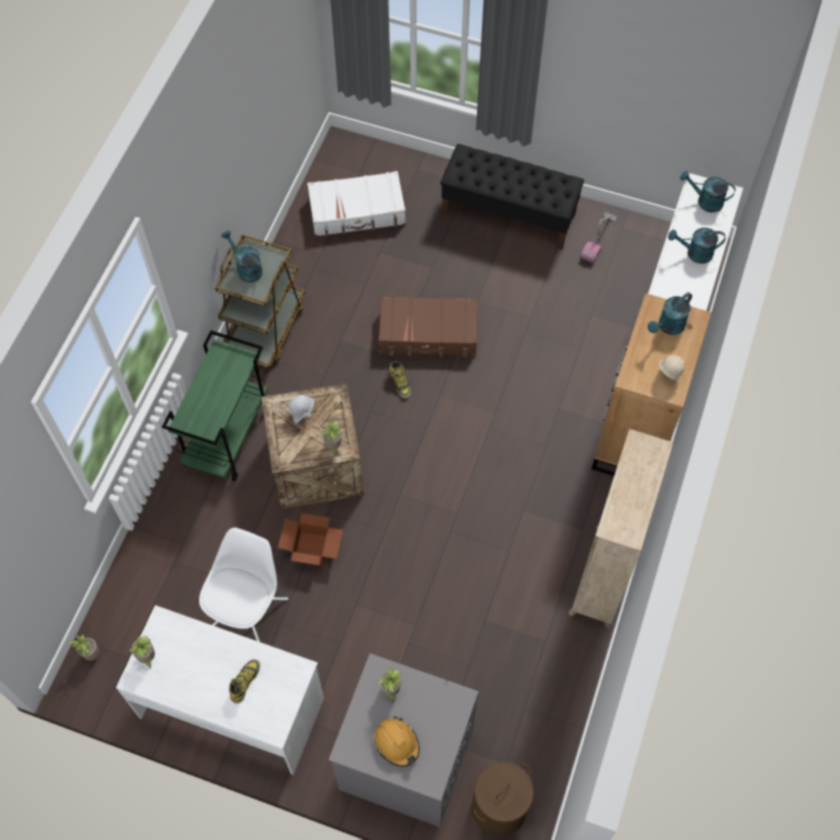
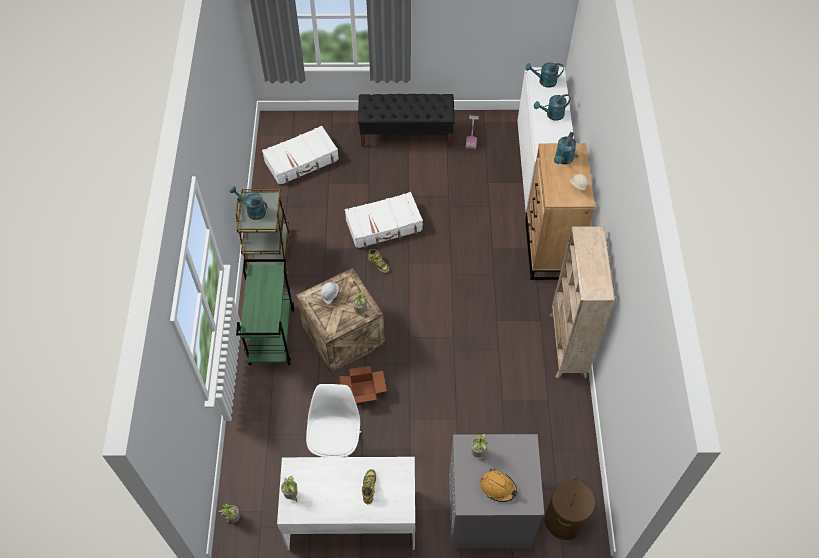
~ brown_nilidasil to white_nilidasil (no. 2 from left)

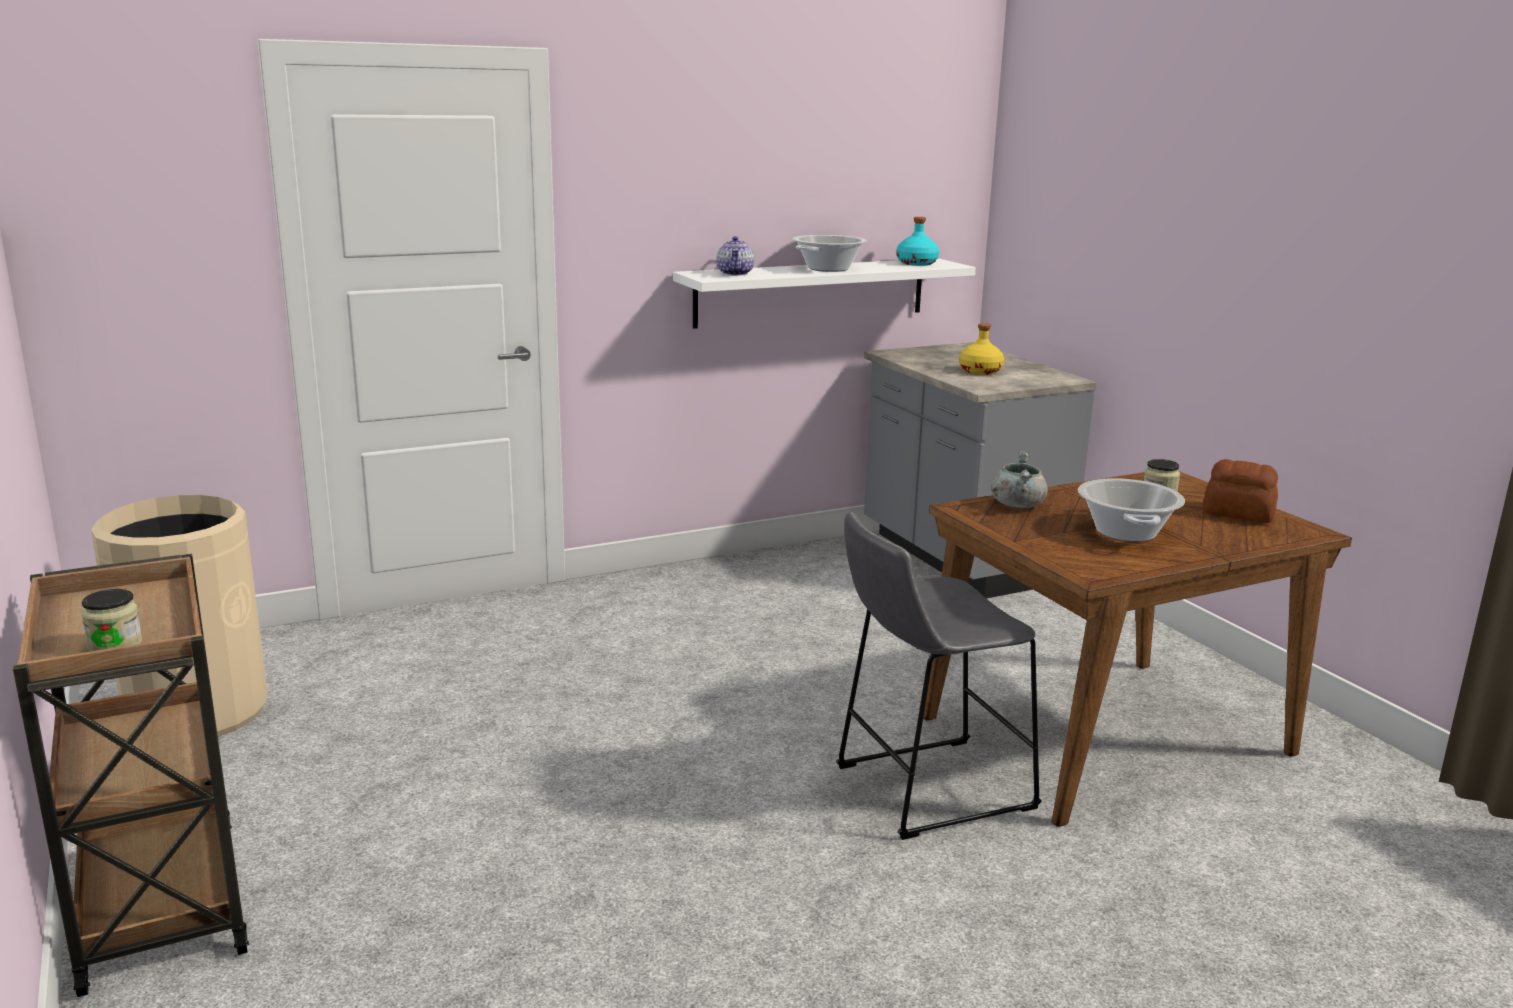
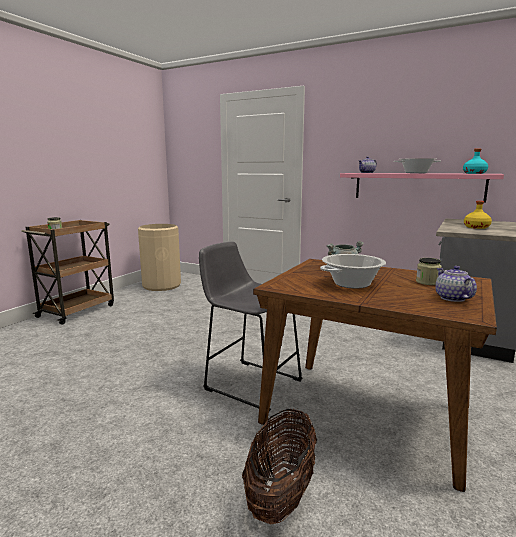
~ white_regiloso to pink_regiloso
~ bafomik to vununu (no. 2 from left)
+ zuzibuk

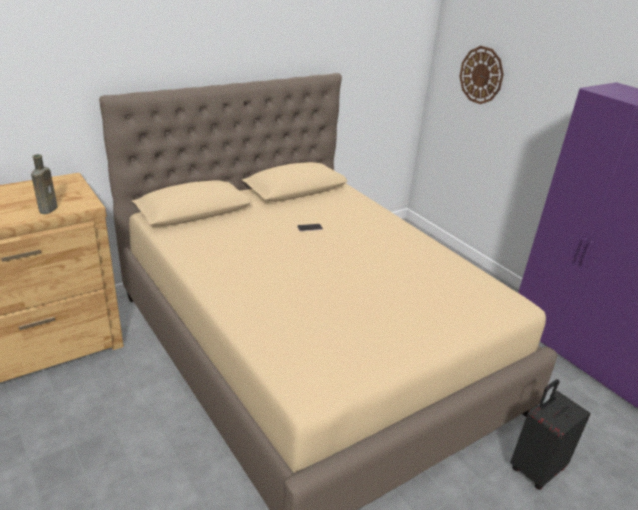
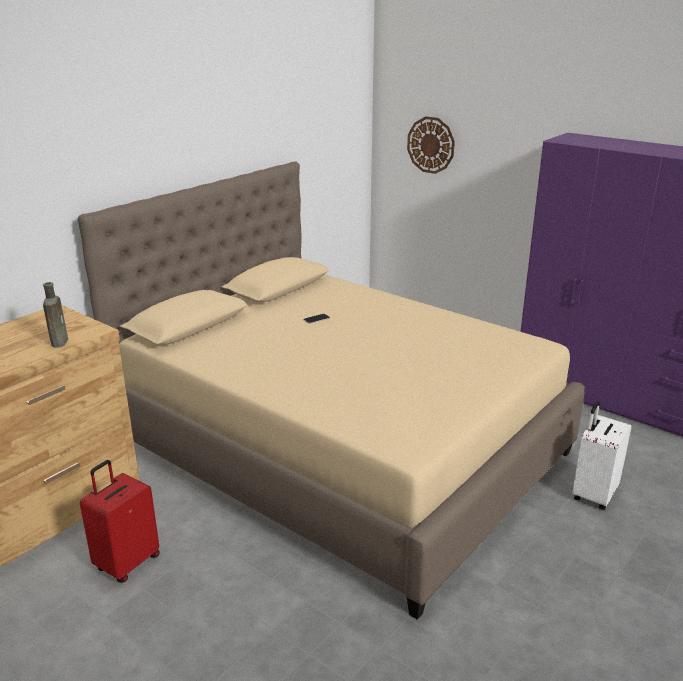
~ black_nilidasil to white_nilidasil
+ red_nilidasil

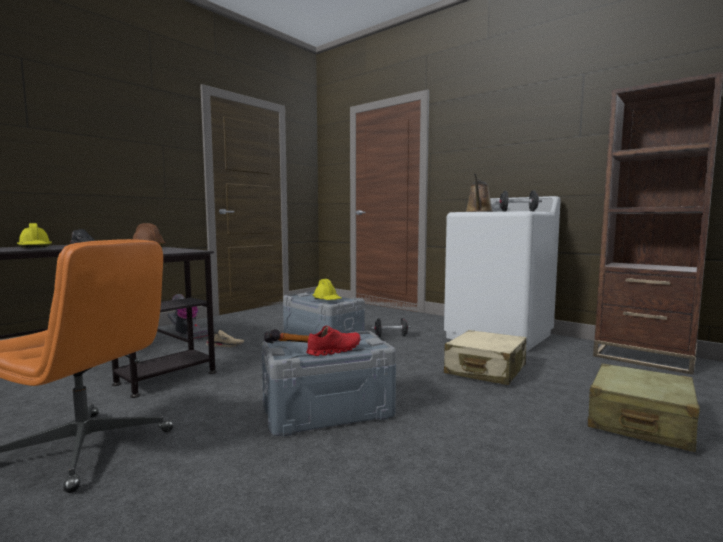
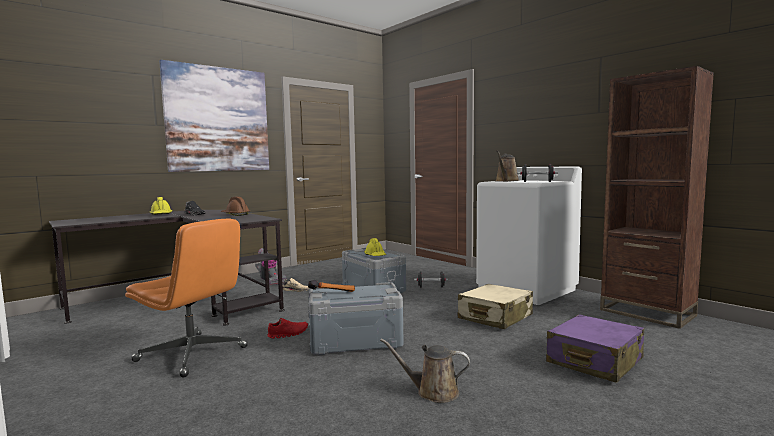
~ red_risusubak
~ beige_nilidasil (no. 2 from left) to purple_nilidasil
+ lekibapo
+ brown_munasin (no. 1 from left)

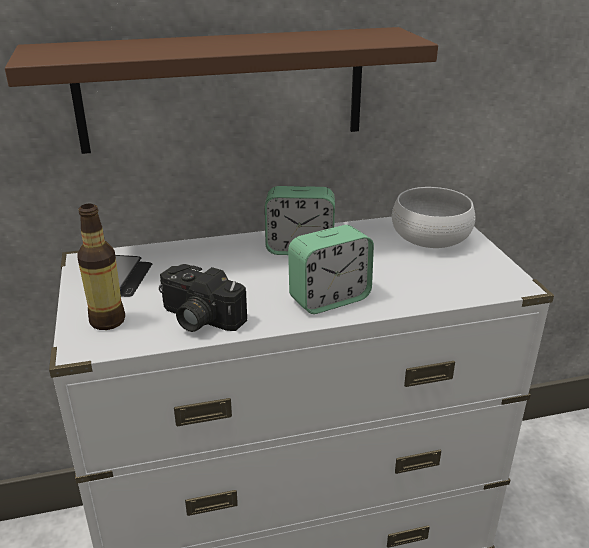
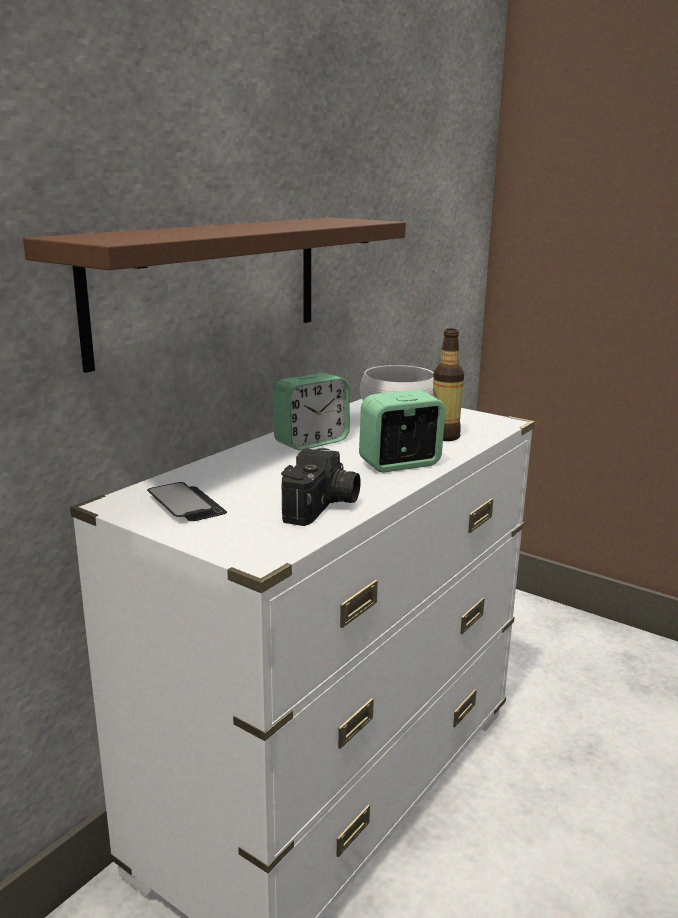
~ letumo
~ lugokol (no. 2 from left) 135 degrees counterclockwise
~ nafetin 60 degrees counterclockwise

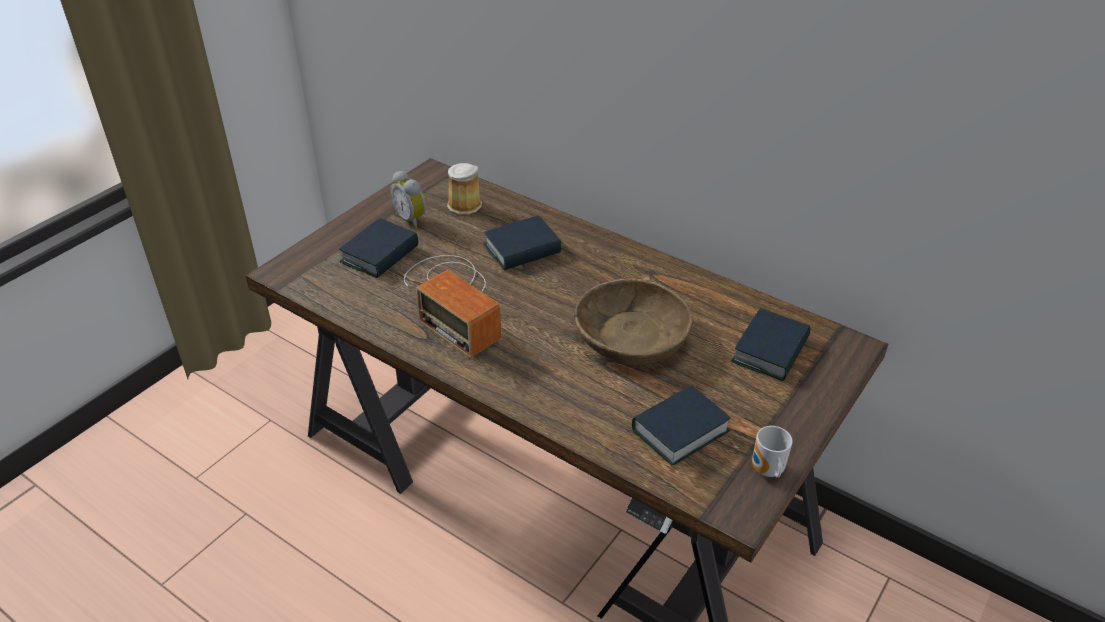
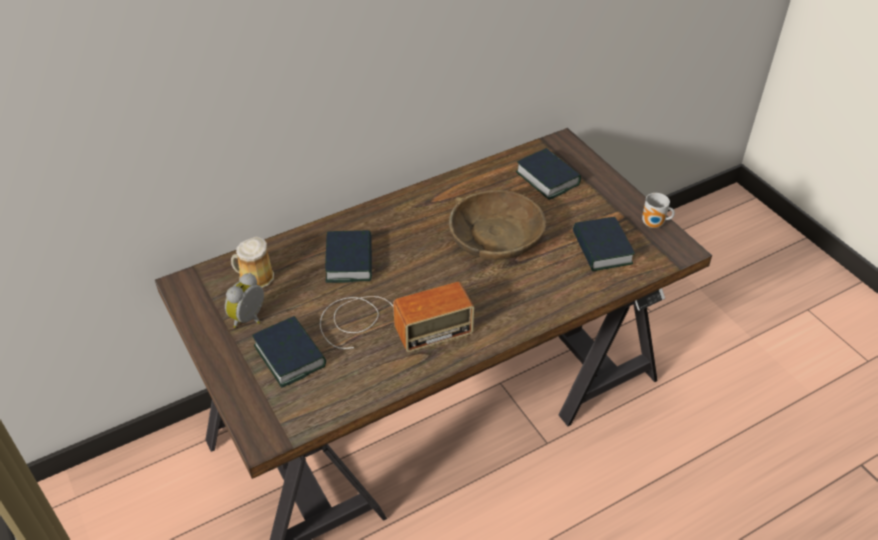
~ lugokol 135 degrees clockwise

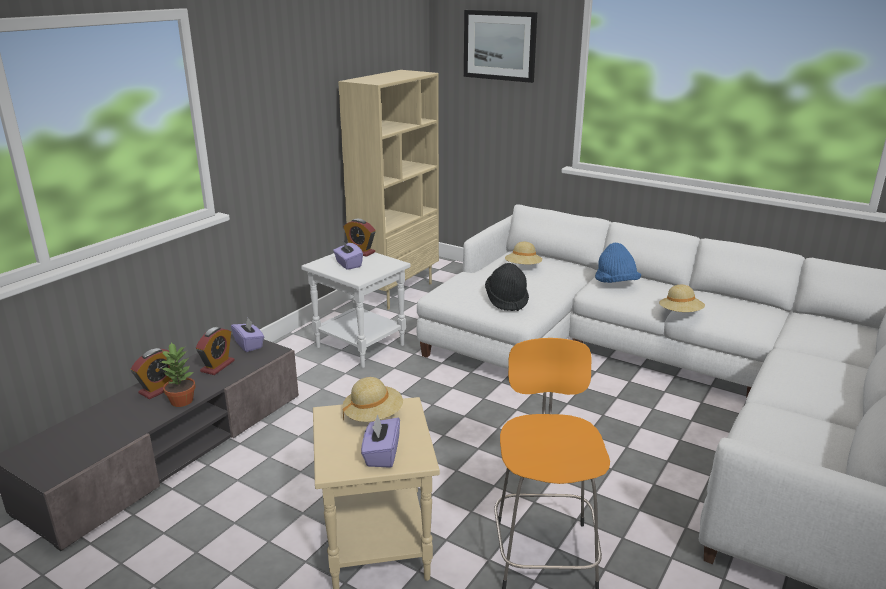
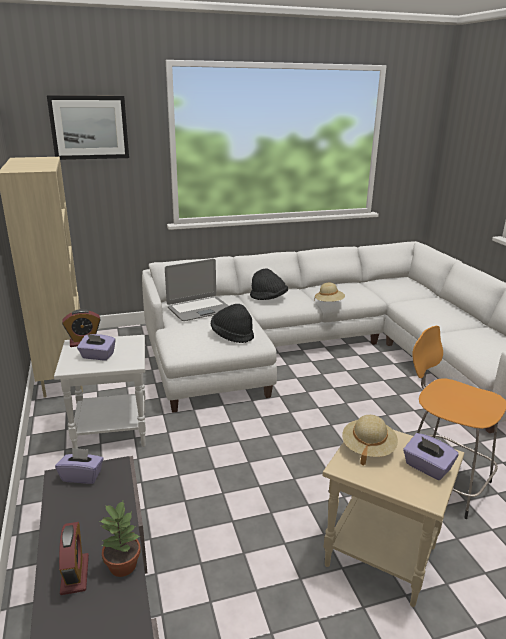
~ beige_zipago (no. 2 from left) to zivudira
~ blue_zipago to black_zipago (no. 2 from left)
- lugokol (no. 2 from left)

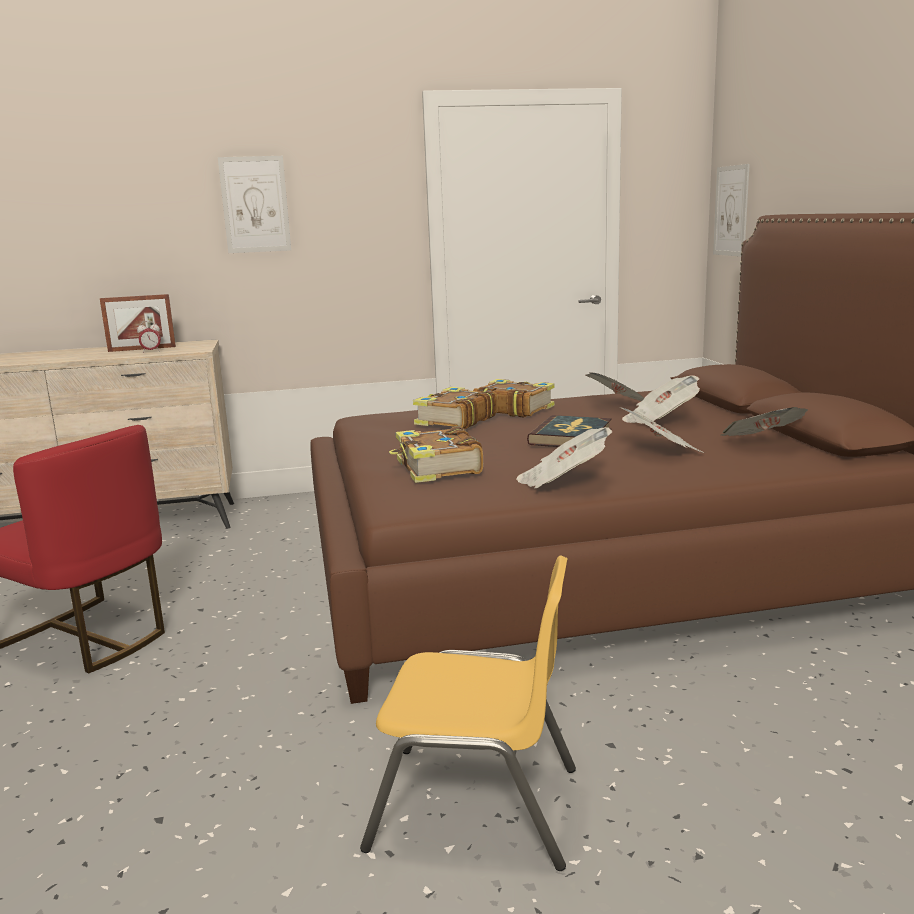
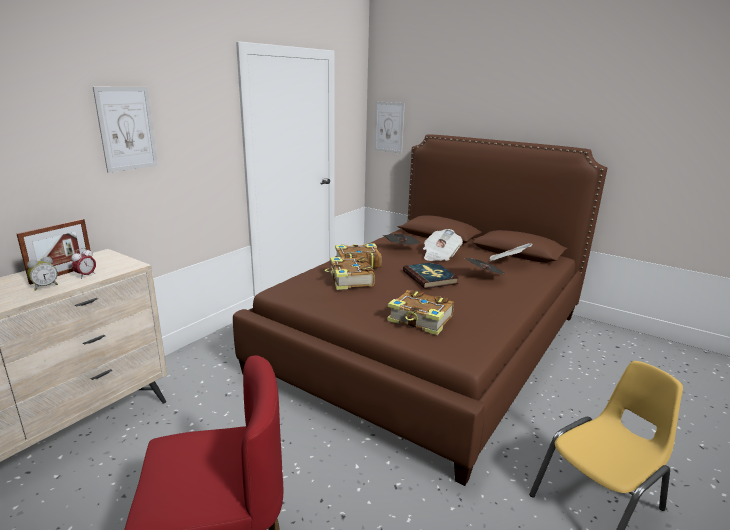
- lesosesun (no. 1 from left)
+ lugokol (no. 1 from left)

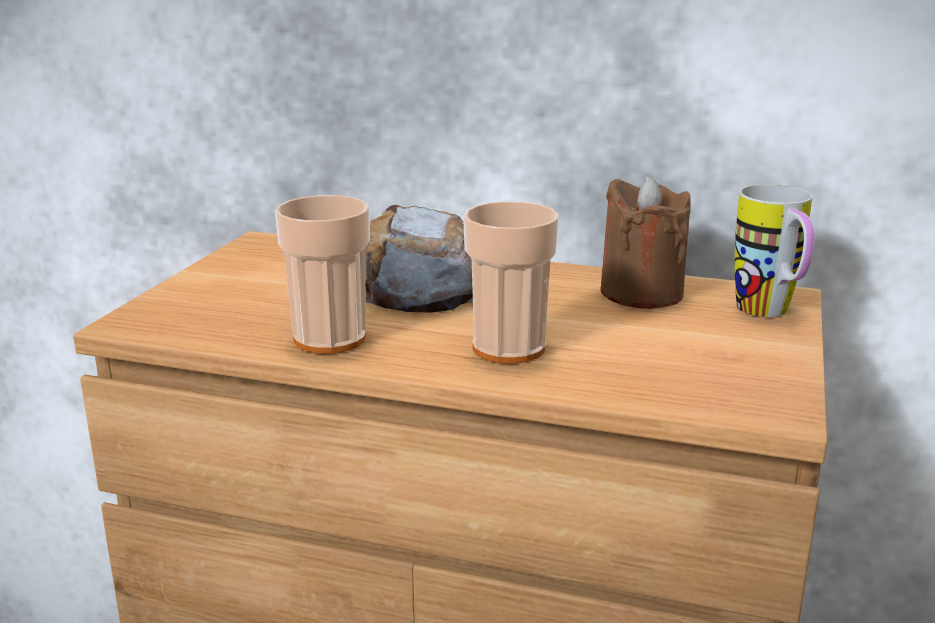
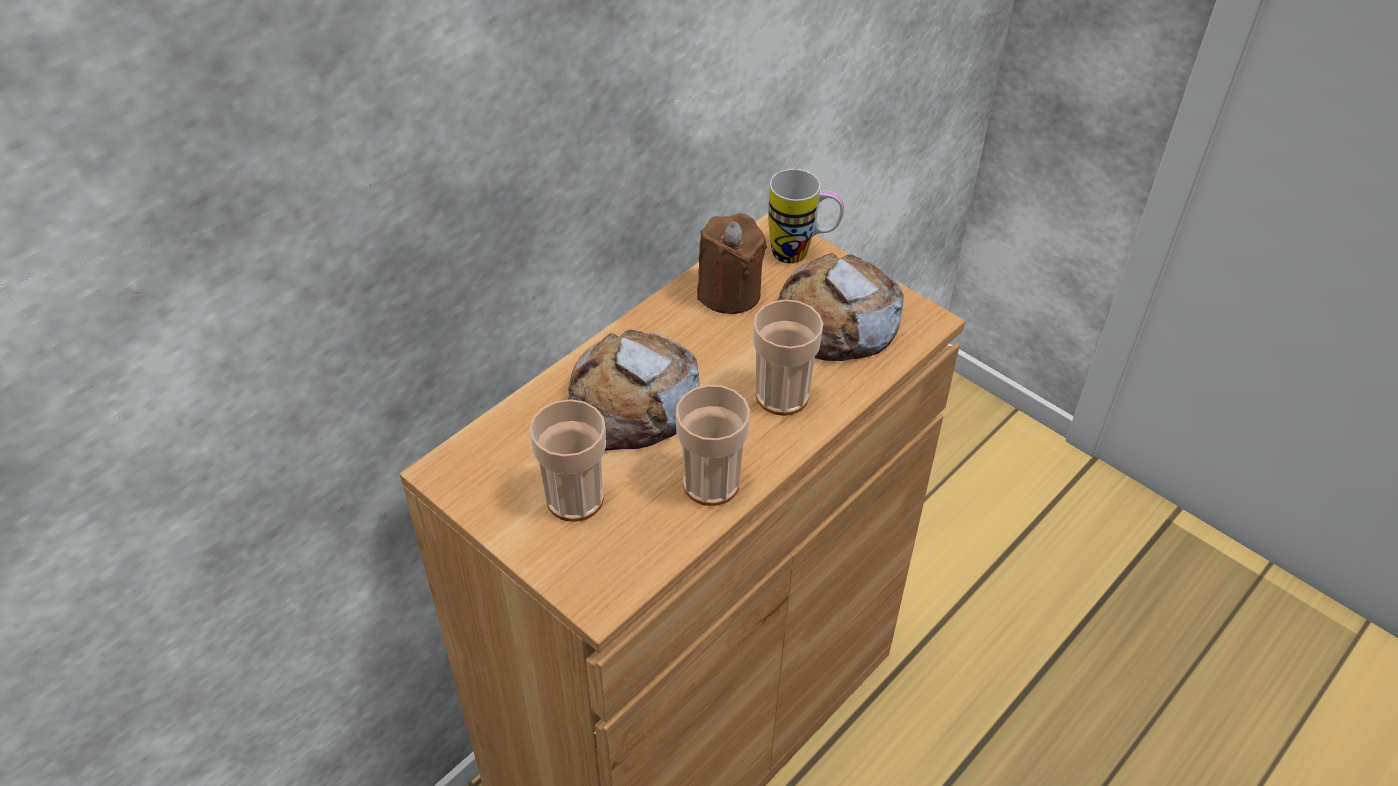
+ bafomik (no. 2 from left)
+ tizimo (no. 1 from left)

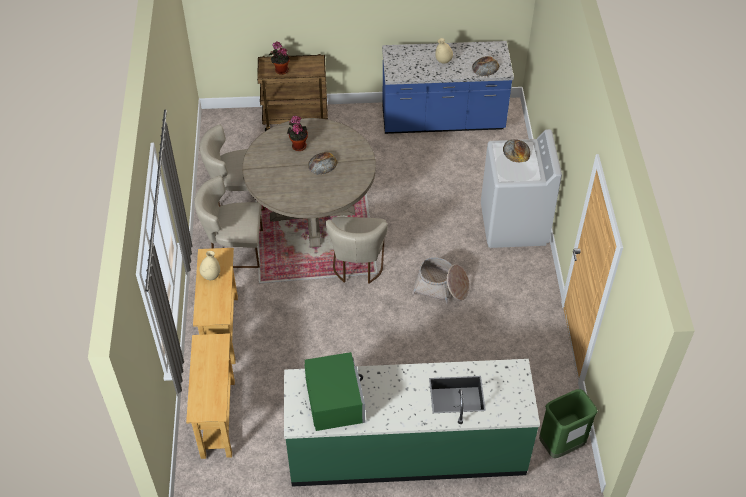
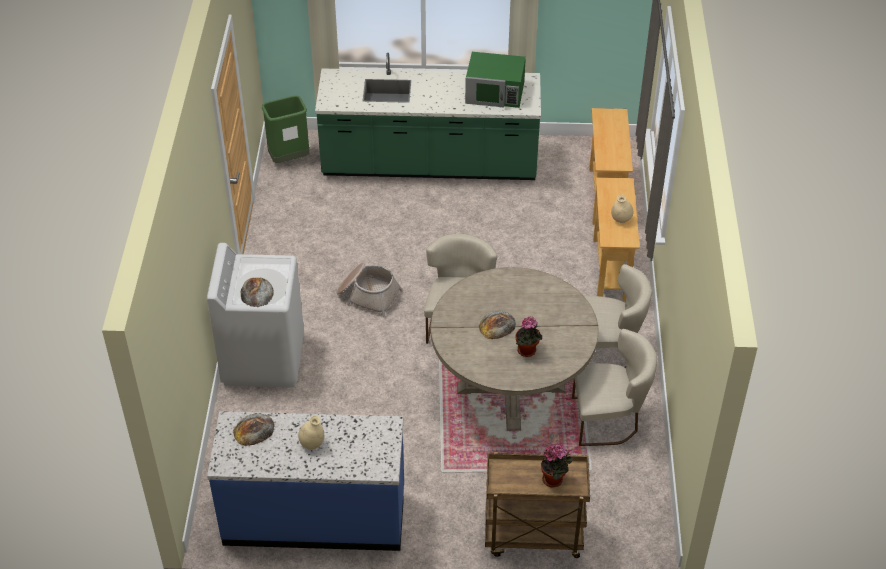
~ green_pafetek 75 degrees counterclockwise

